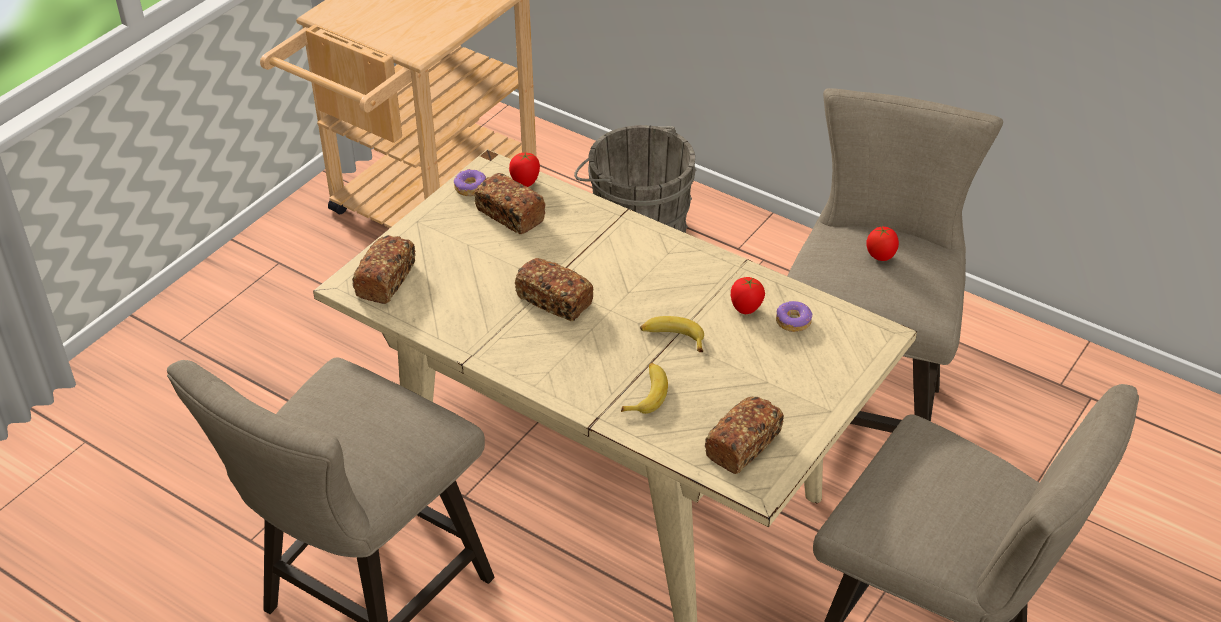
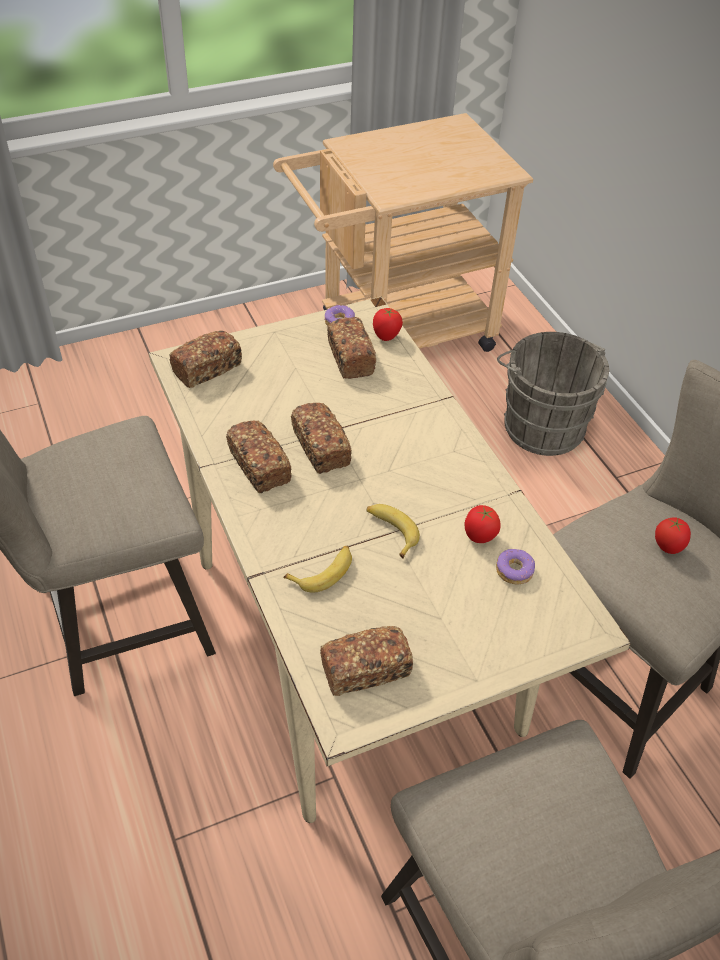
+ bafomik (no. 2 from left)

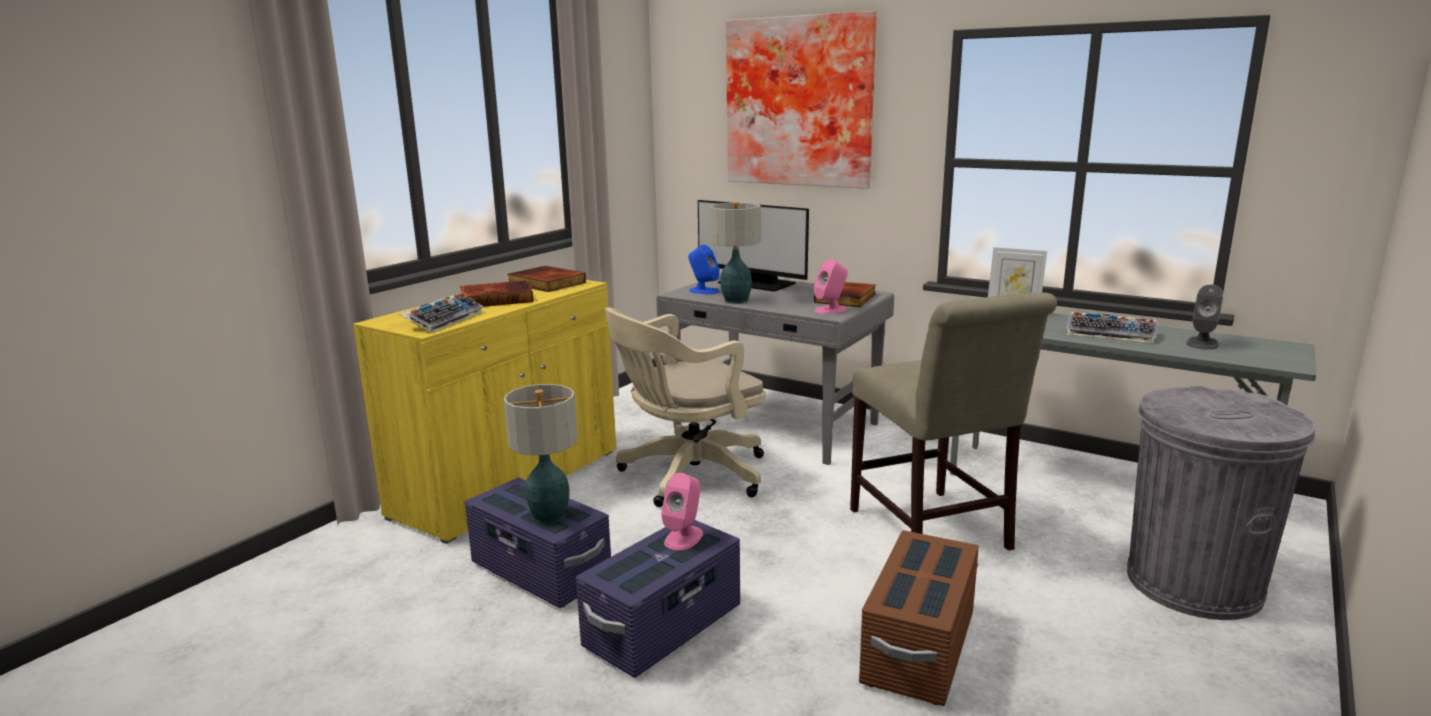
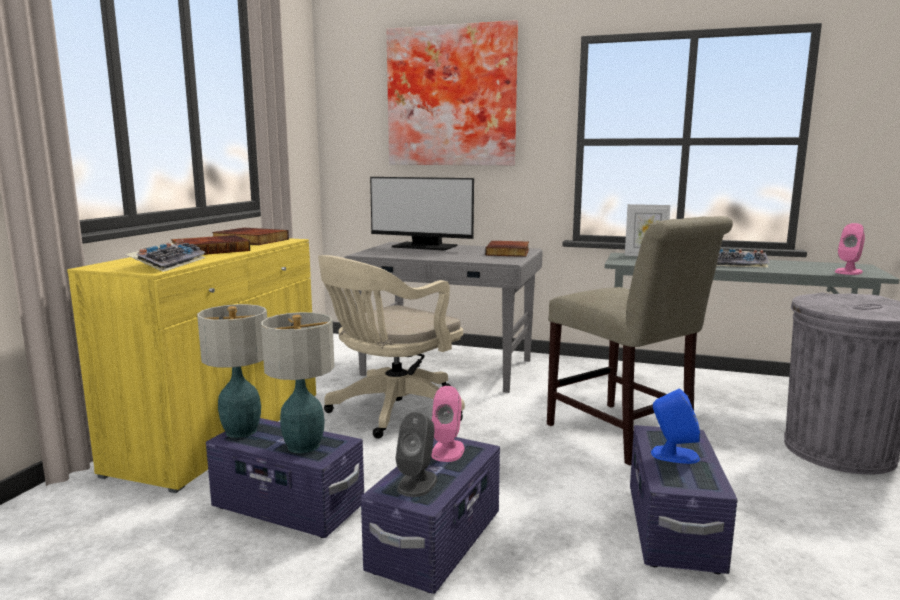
~ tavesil (no. 2 from left in the first image) to tavesil (no. 1 from left)
~ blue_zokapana
~ pink_zokapana (no. 2 from left)
~ grey_zokapana
~ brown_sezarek to purple_sezarek (no. 3 from left)

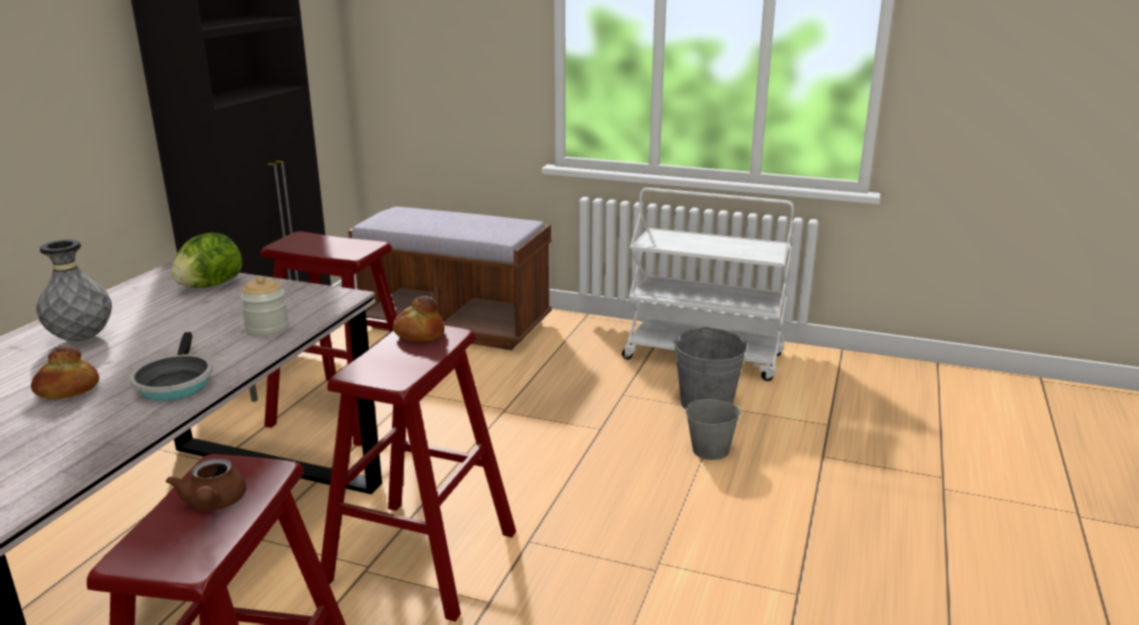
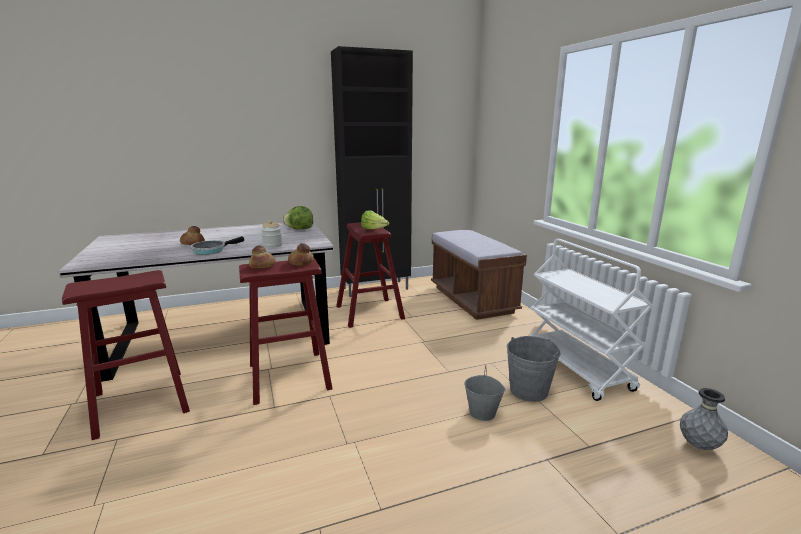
~ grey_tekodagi
- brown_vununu
+ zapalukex (no. 2 from left)
+ bafomik (no. 2 from left)

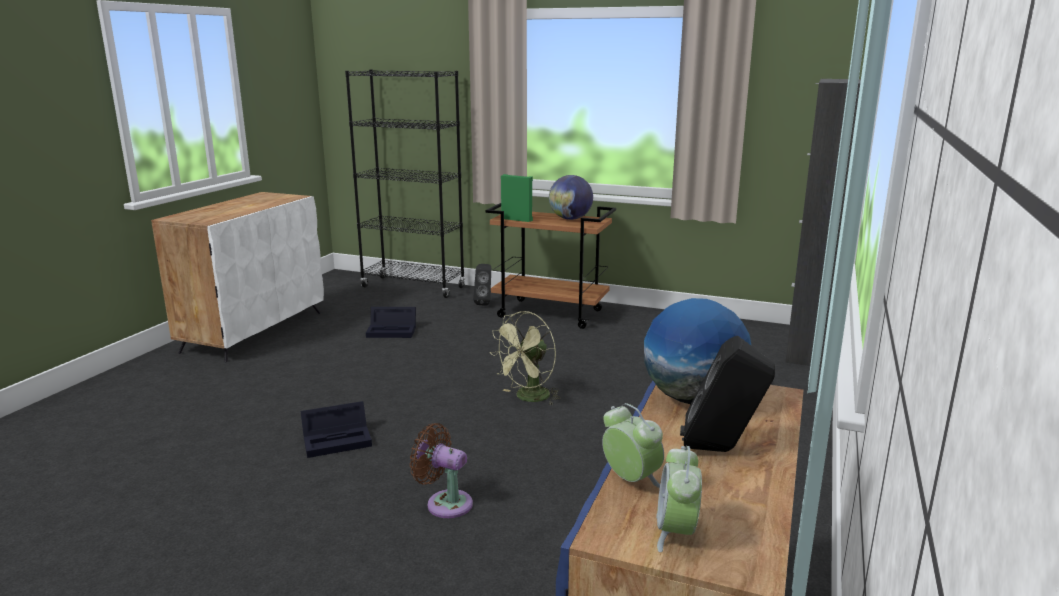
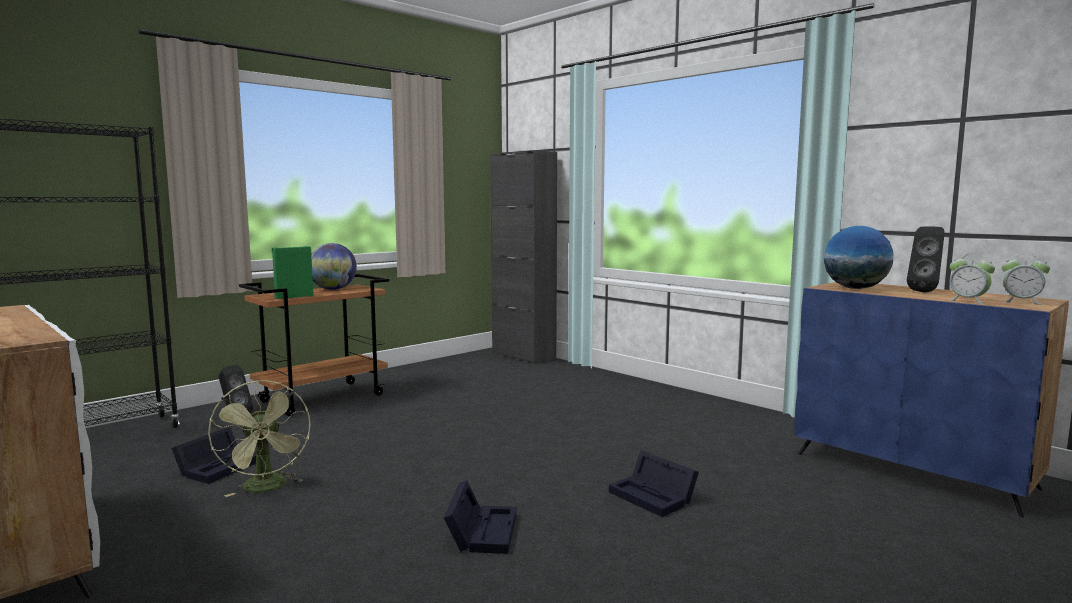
~ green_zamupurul
~ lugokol (no. 1 from left) 120 degrees counterclockwise
~ brown_zamupurul to black_sezarek (no. 3 from left)

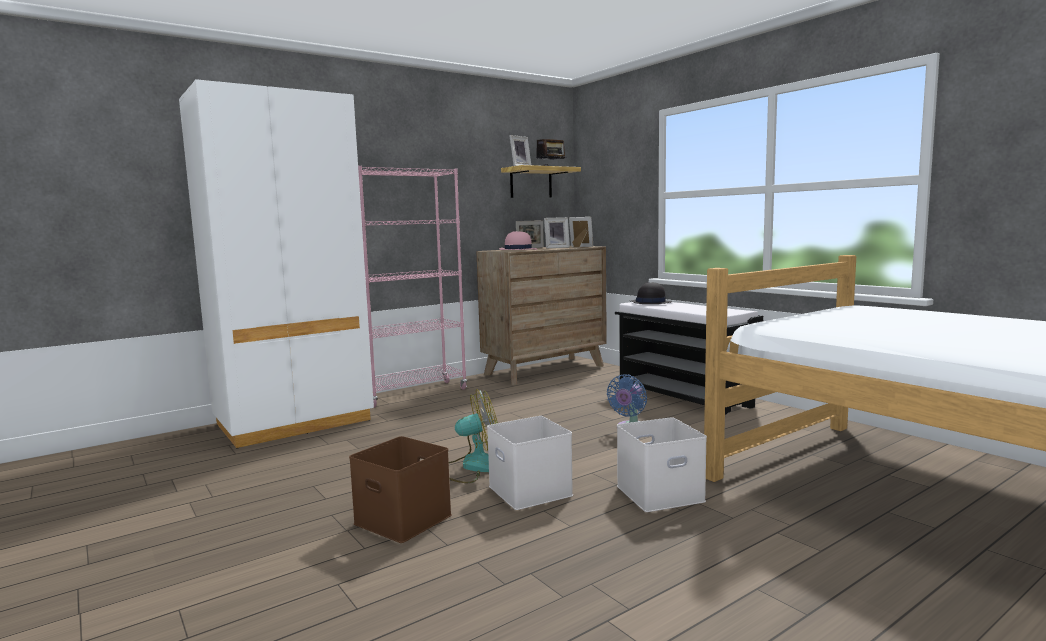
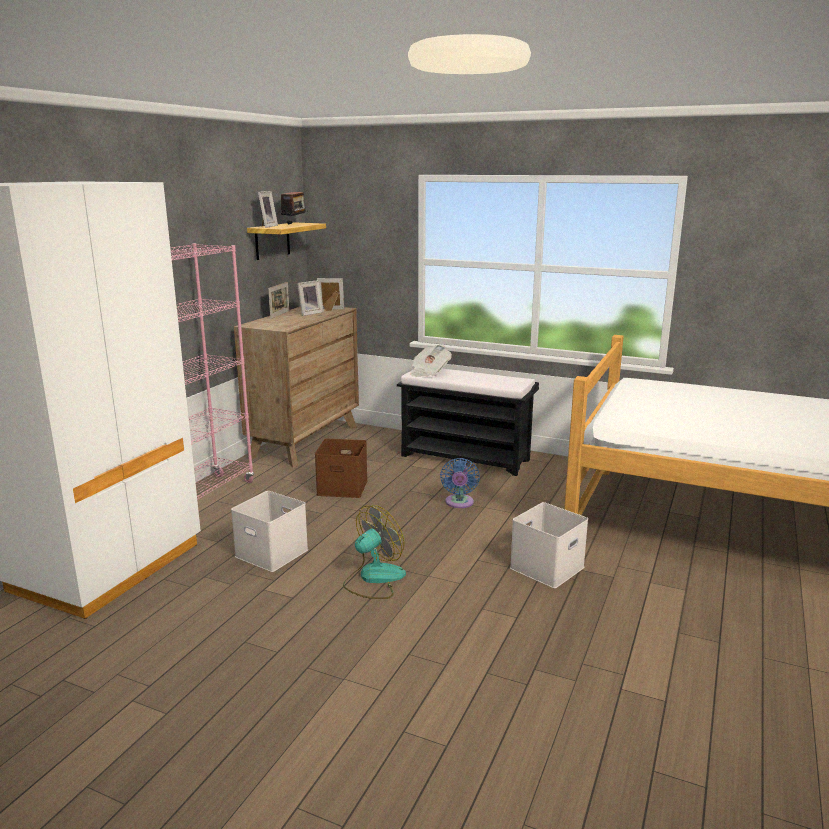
- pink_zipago
~ black_zipago to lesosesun
~ white_sezarek (no. 1 from left)
~ brown_sezarek

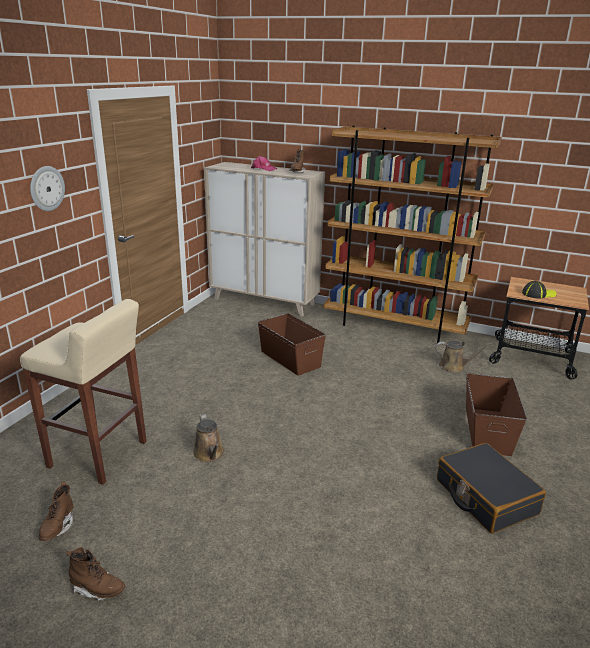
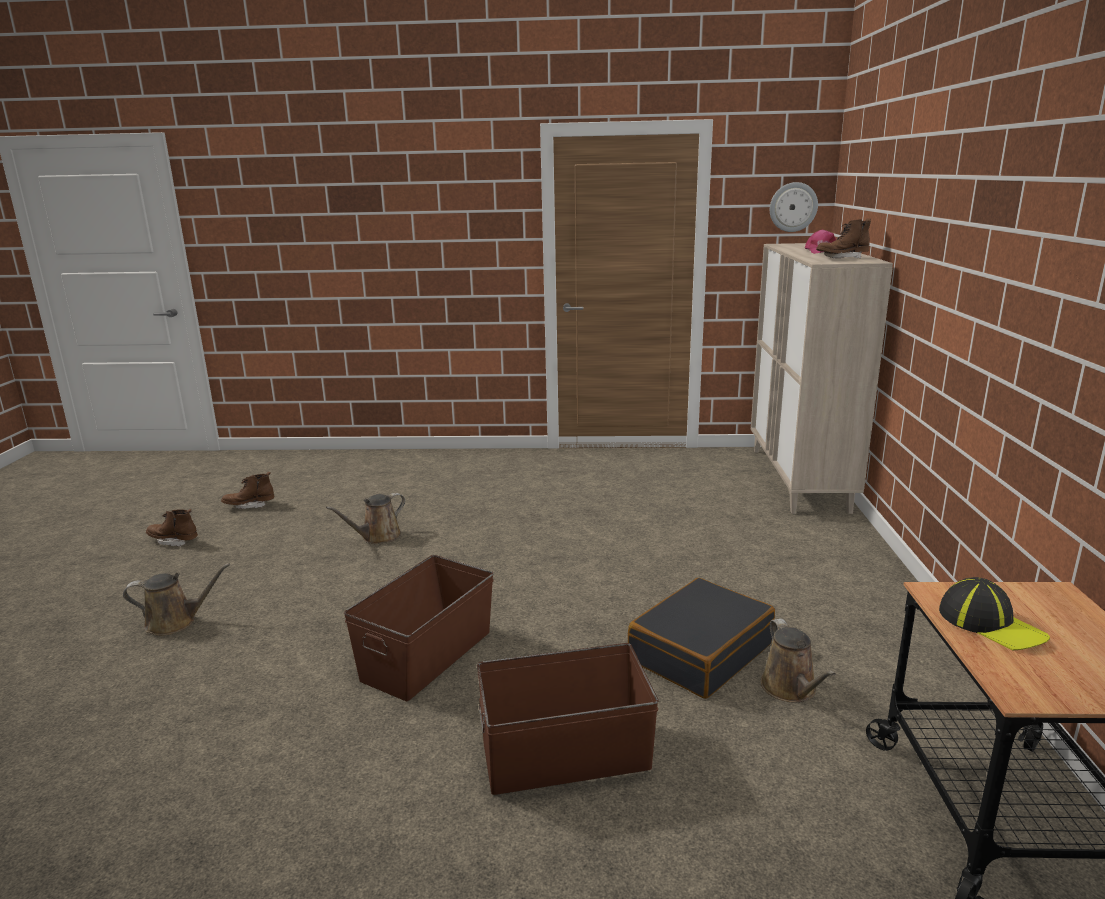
- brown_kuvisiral
~ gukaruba
- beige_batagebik
~ brown_sezarek (no. 1 from left)
~ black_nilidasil
~ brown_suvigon (no. 2 from left in the first image) 105 degrees clockwise
+ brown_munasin (no. 1 from left)

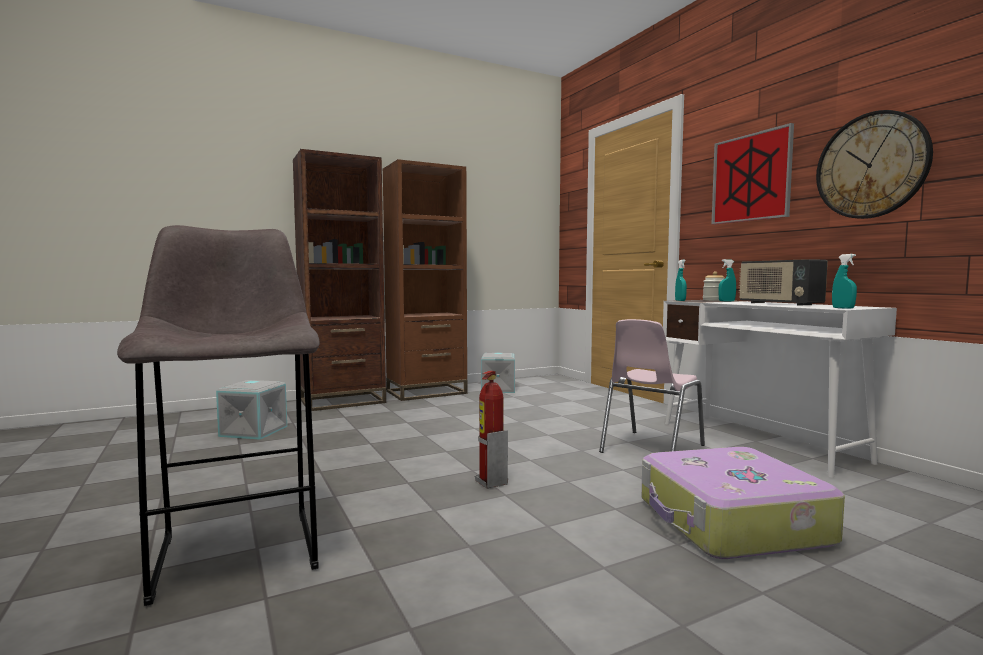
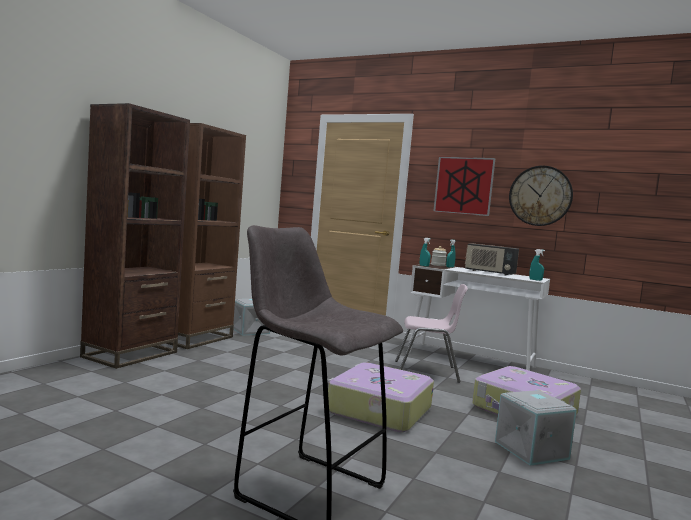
~ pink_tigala 90 degrees counterclockwise
~ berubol to nilidasil (no. 1 from left)
~ grey_sezarek (no. 1 from left in the first image) to grey_sezarek (no. 2 from left)

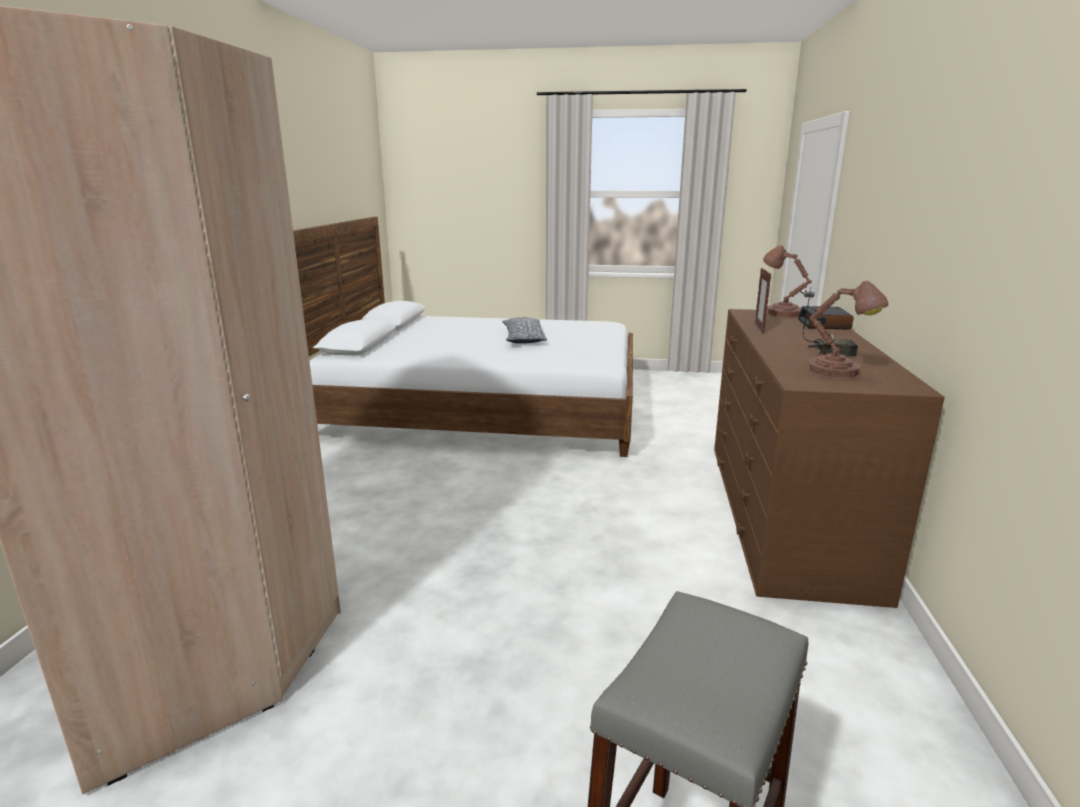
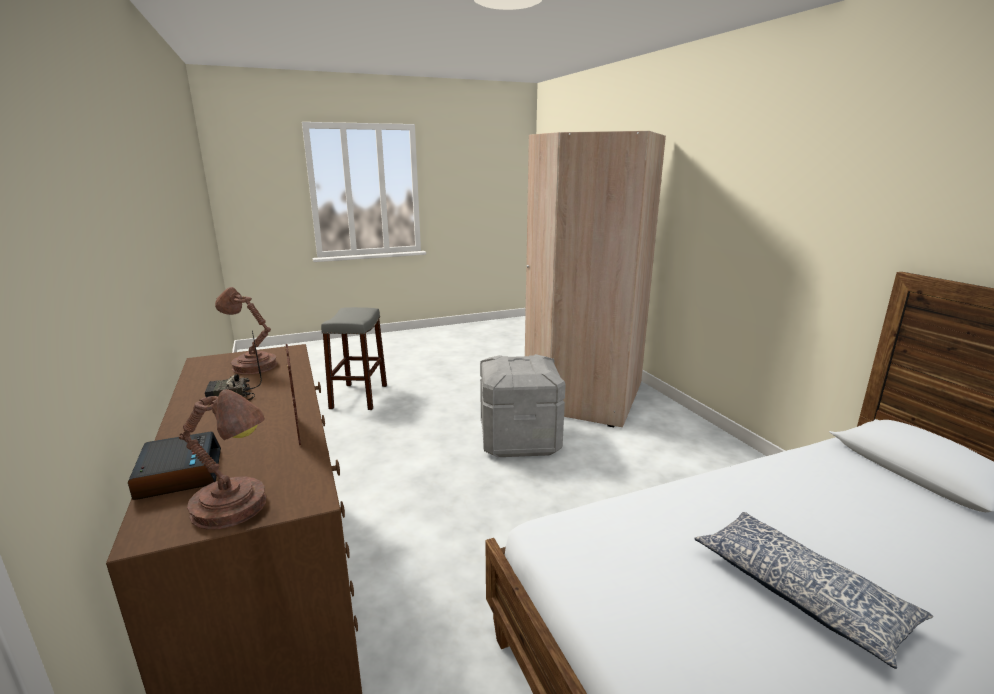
+ grey_sezarek

